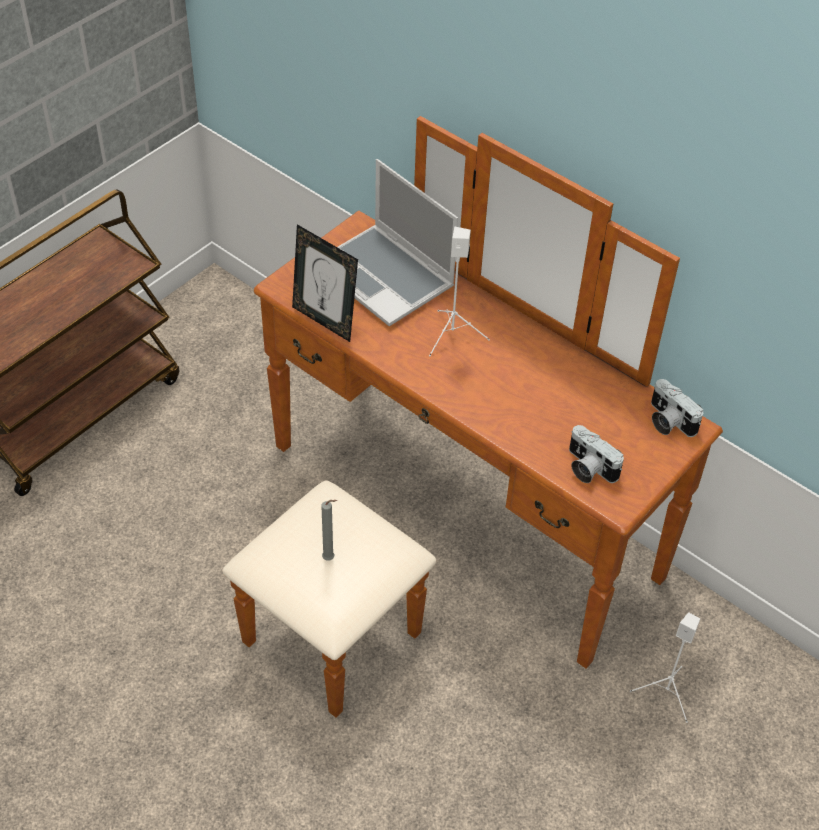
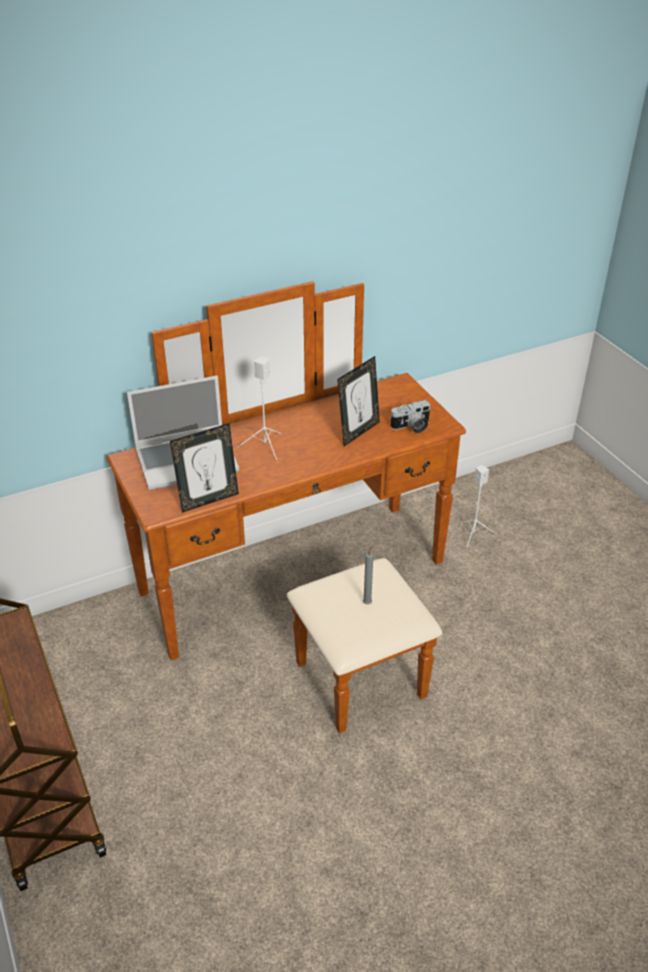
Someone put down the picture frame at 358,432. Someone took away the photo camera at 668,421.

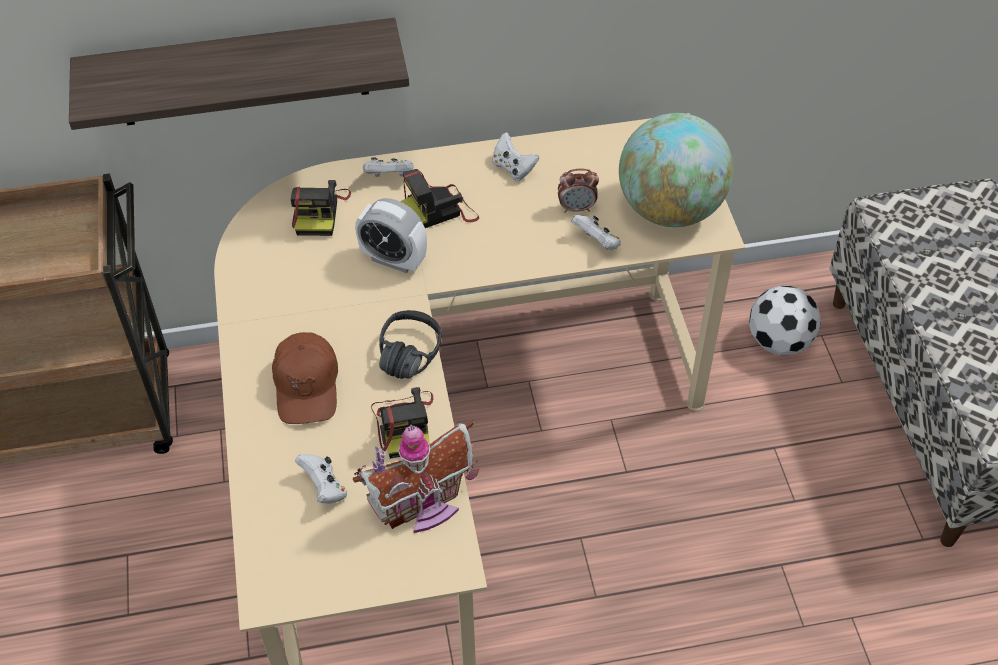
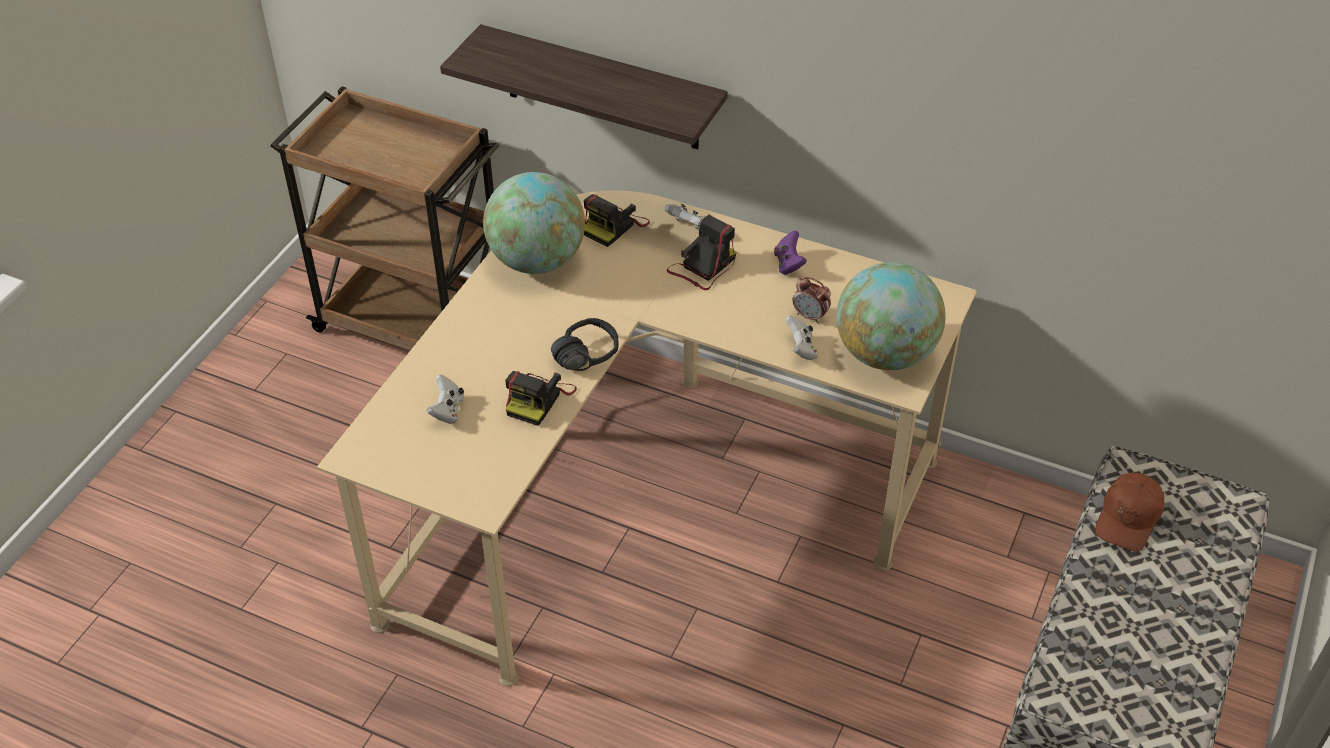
Someone put down the globe at 537,260. Someone rotated the photo camera at 440,210 by 120 degrees clockwise. Someone repainted the white game controller at 513,168, which became the purple game controller at 788,264. Someone carried the brown cap from 307,386 to 1128,518. Someone took away the toy house at 422,505. Someone took away the alarm clock at 393,260. Someone took away the football at 780,341.

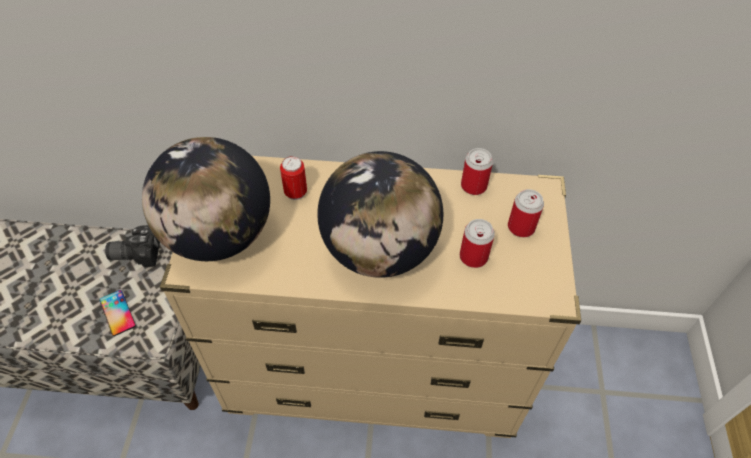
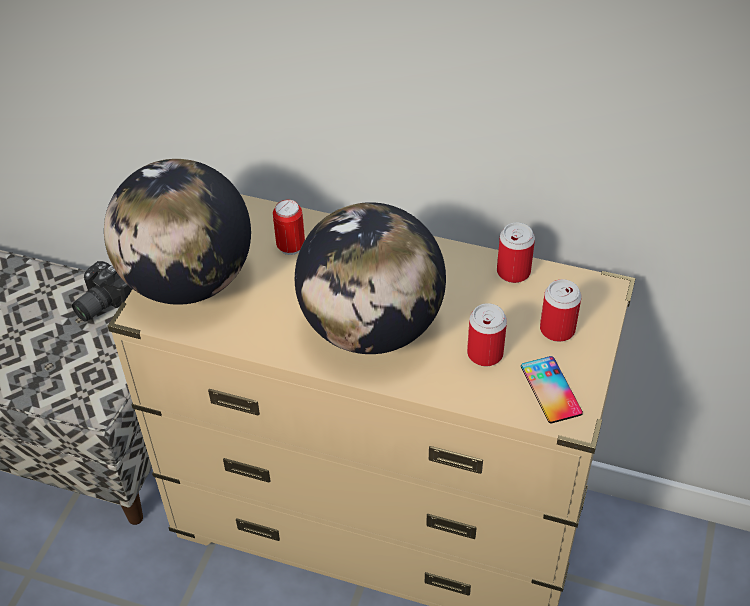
Someone rotated the photo camera at 136,252 by 60 degrees counterclockwise. Someone carried the phone from 117,313 to 551,389.

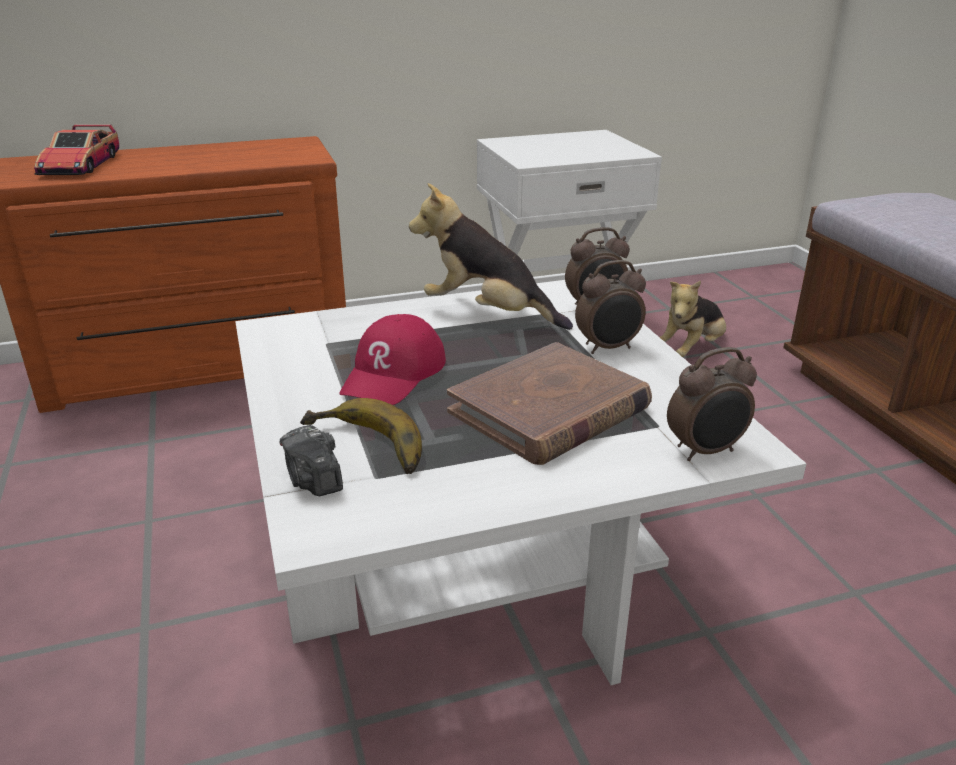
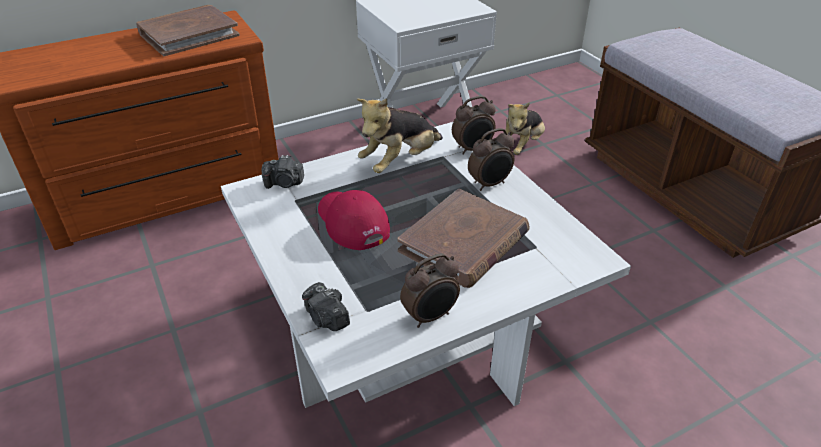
Someone put down the brown book at 189,34. Someone put down the photo camera at 284,183. Someone rotated the red cap at 394,374 by 135 degrees clockwise. Someone rotated the plush toy at 487,314 by 60 degrees counterclockwise. Someone carried the alarm clock from 706,451 to 430,316. Someone took away the toy car at 80,165. Someone took away the banana at 364,448.

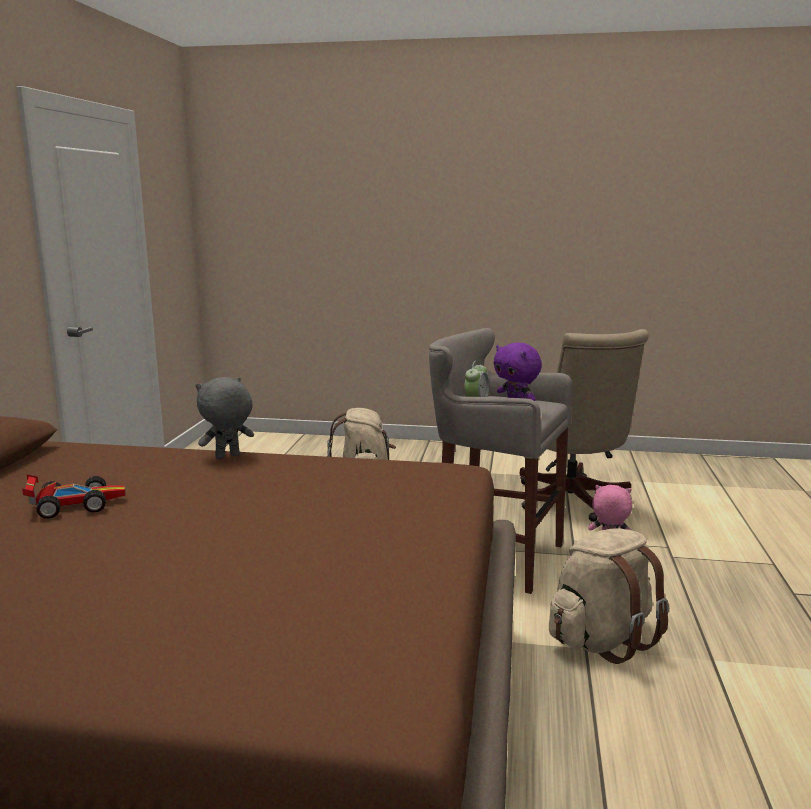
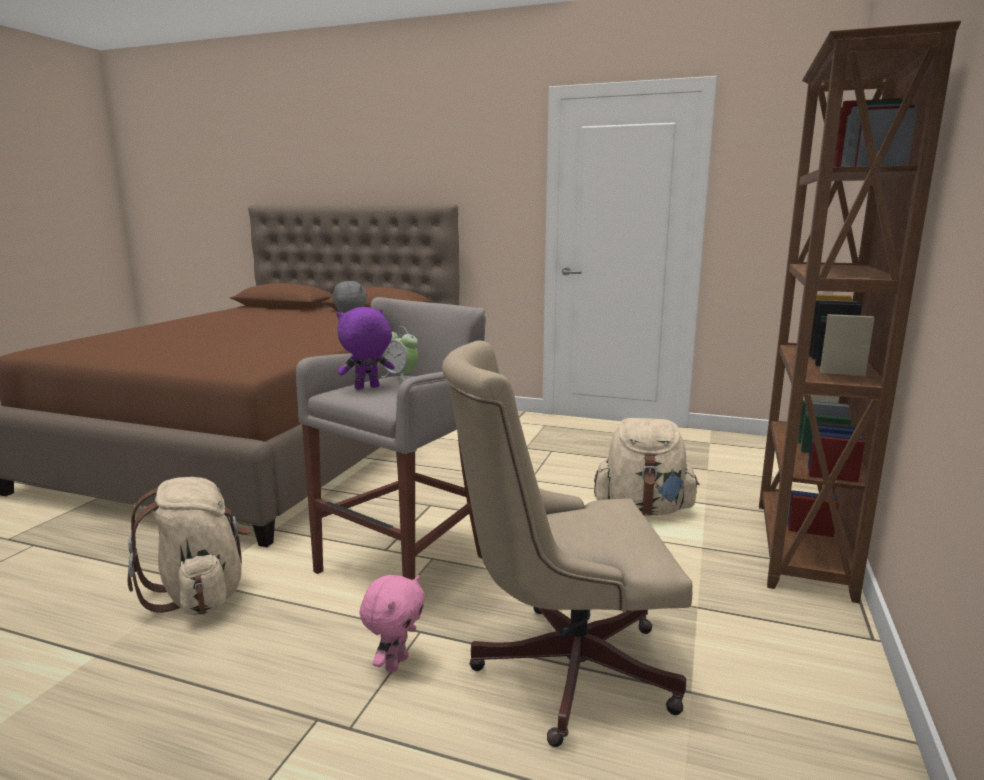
Someone put down the brown bookcase at 800,548. Someone took away the toy car at 75,505.

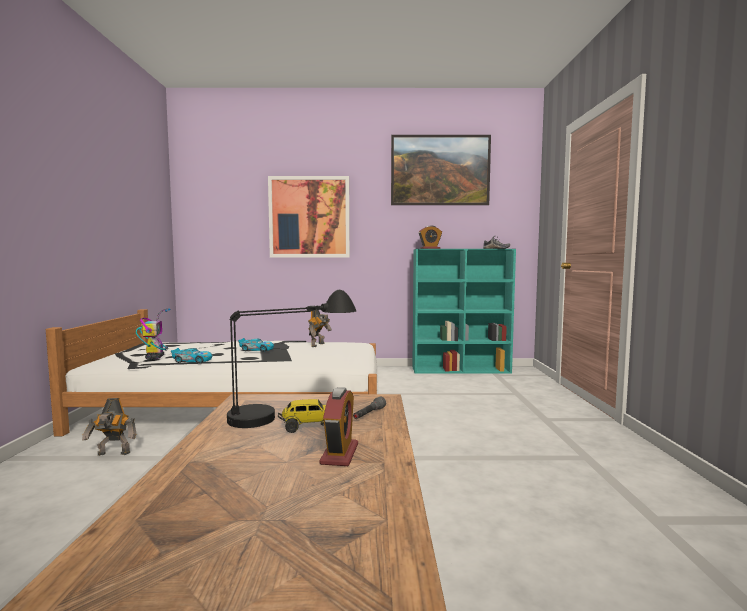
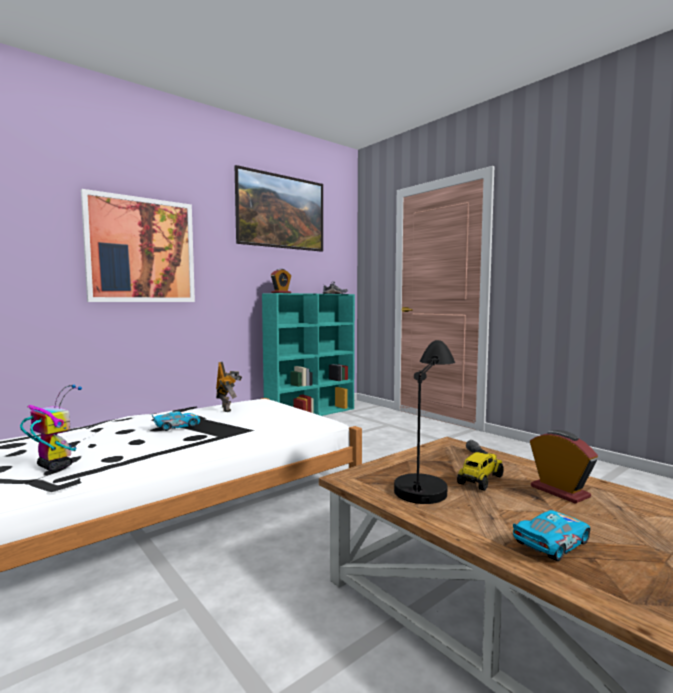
Someone carried the toy car from 192,361 to 551,543. Someone took away the toy robot at 113,454.

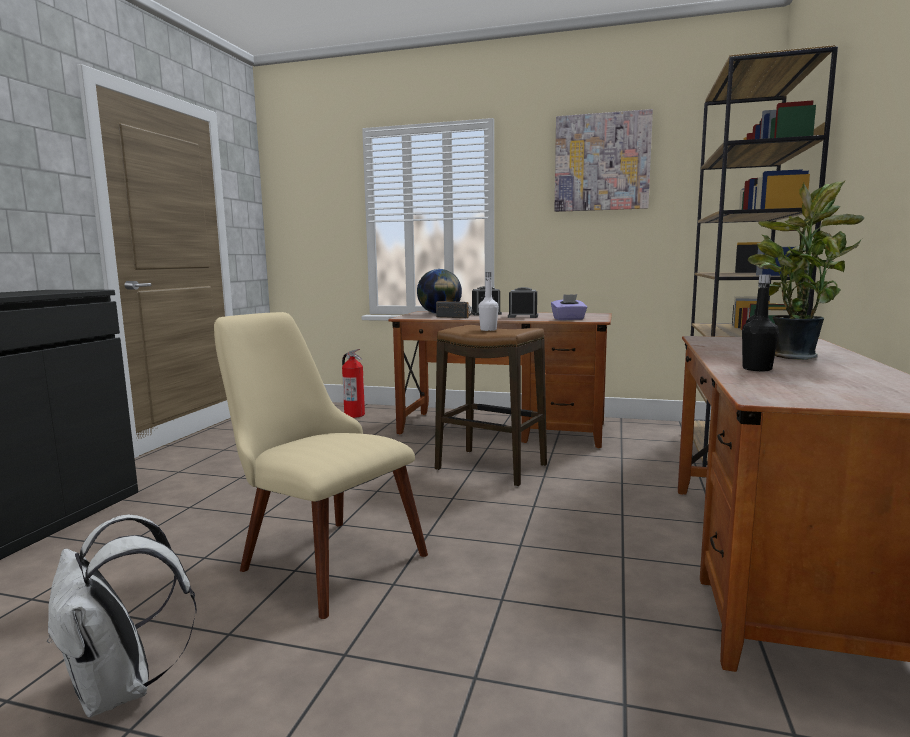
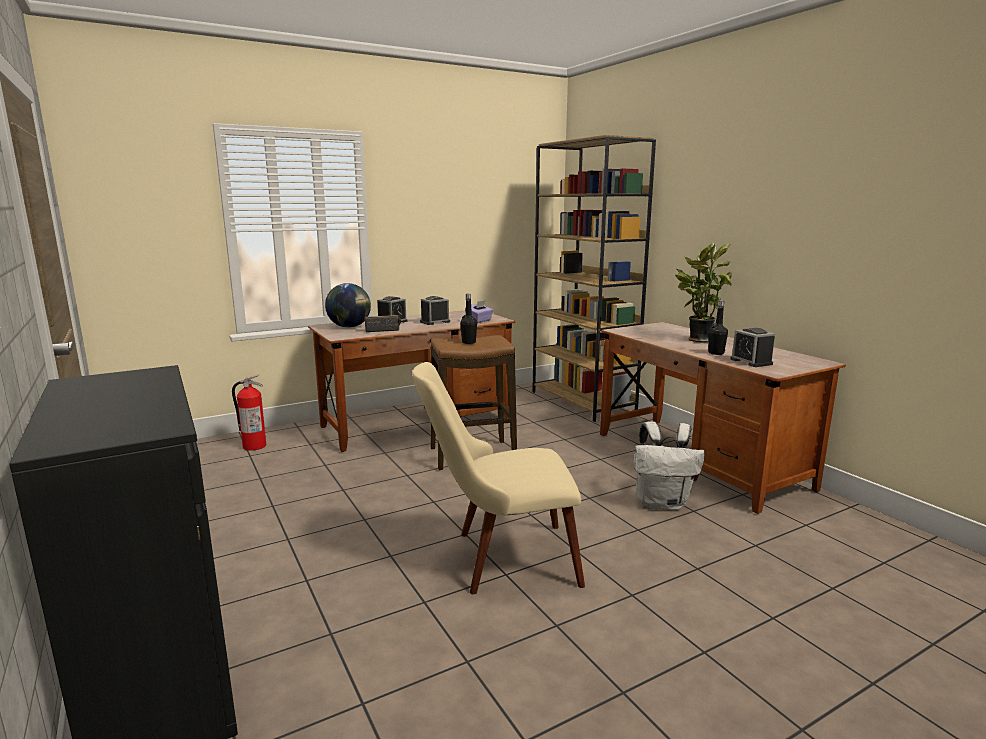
Someone repainted the white bottle at 488,330, which became the black bottle at 468,342. Someone carried the white backpack from 121,689 to 662,503. Someone put down the alarm clock at 751,362. Someone took away the picture at 602,162.

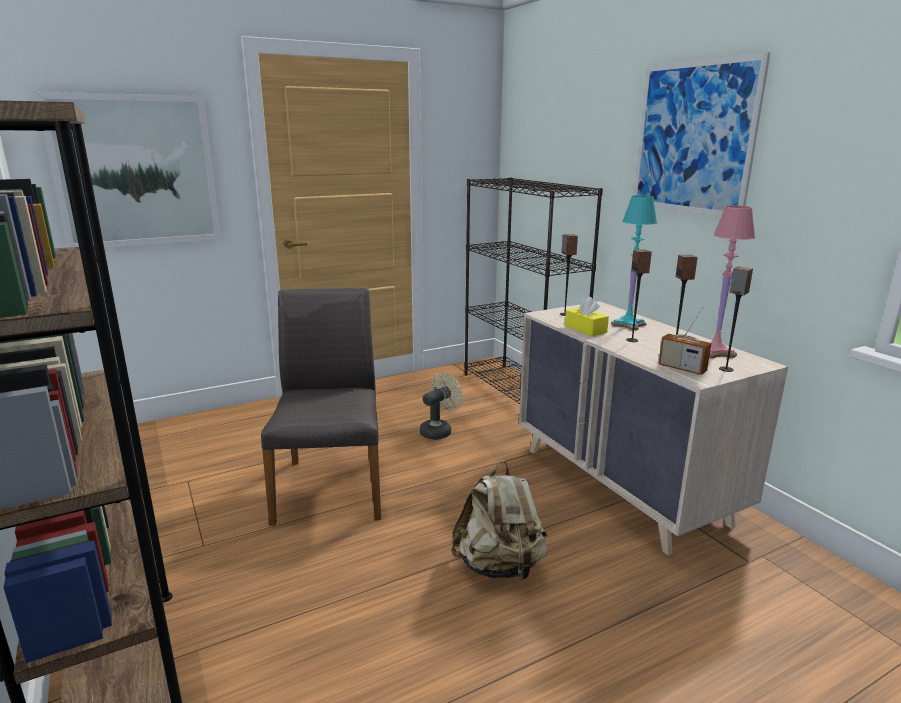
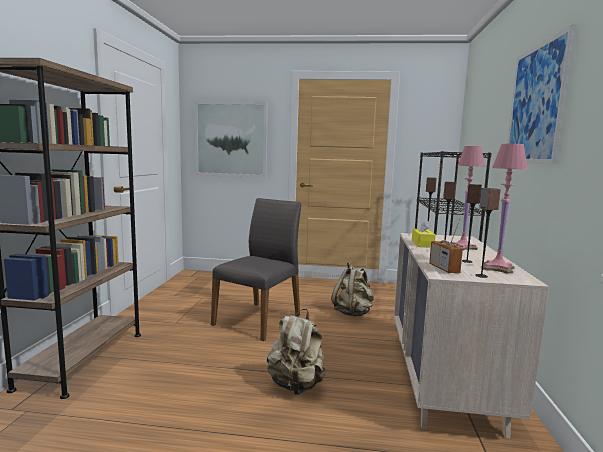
Someone swapped the beige fan at 439,431 for the beige backpack at 353,313. Someone repainted the turquoise table lamp at 628,324, which became the pink table lamp at 462,247.

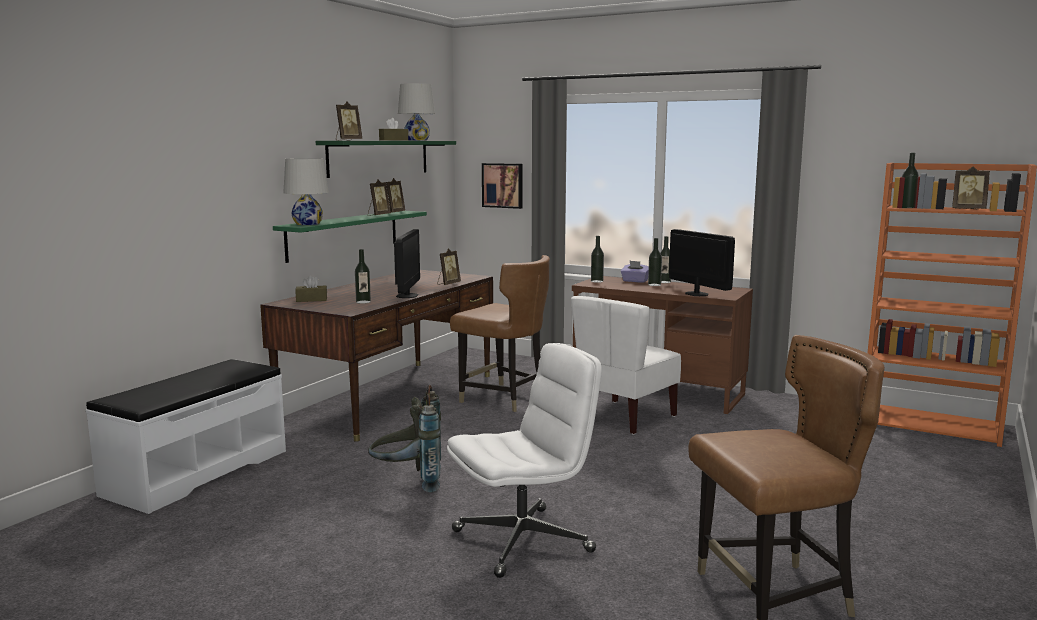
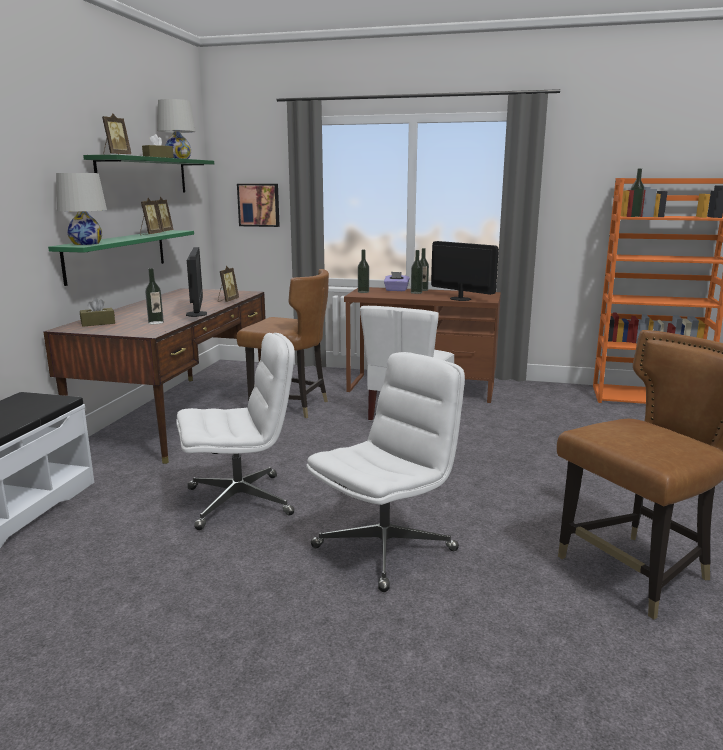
Someone swapped the grey backpack at 408,482 for the white office chair at 241,501. Someone took away the picture frame at 968,209.

